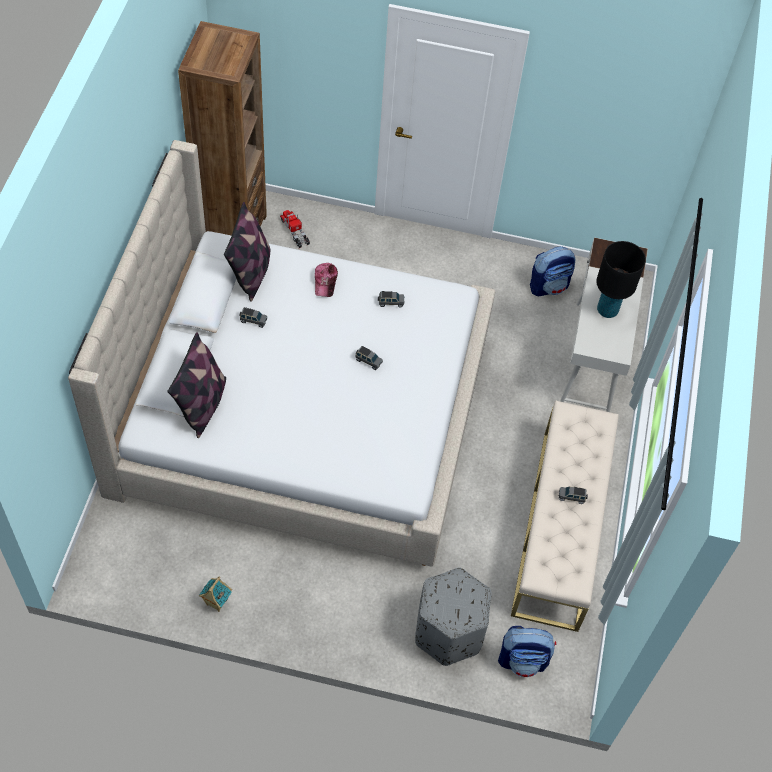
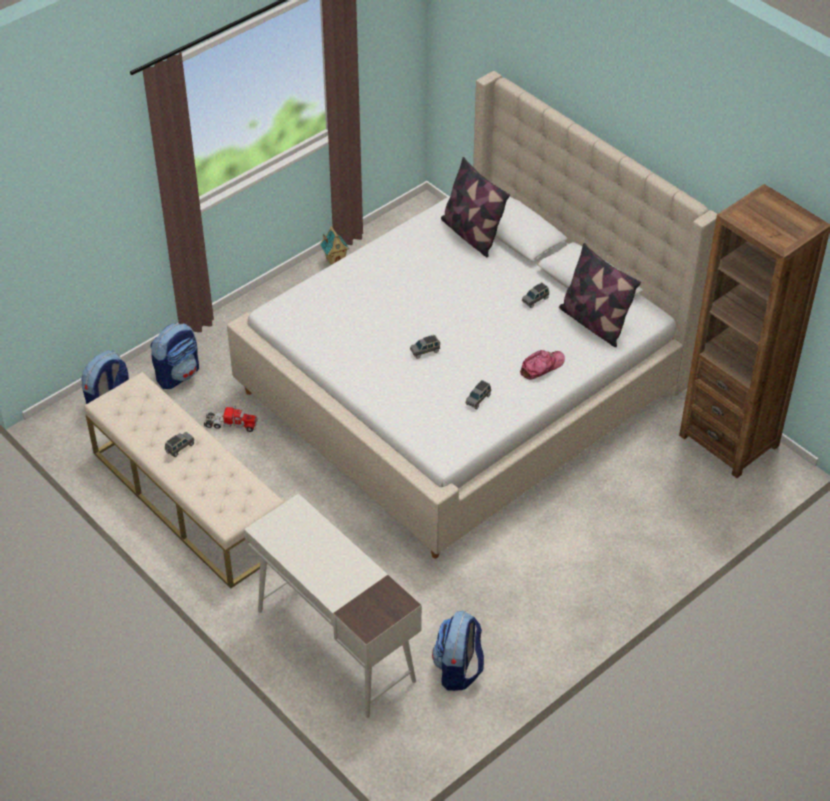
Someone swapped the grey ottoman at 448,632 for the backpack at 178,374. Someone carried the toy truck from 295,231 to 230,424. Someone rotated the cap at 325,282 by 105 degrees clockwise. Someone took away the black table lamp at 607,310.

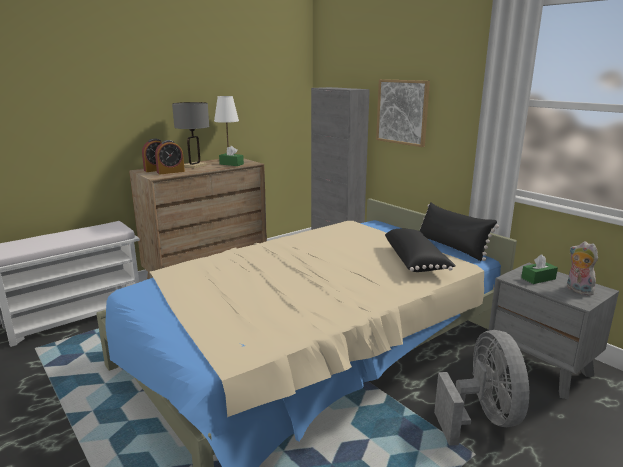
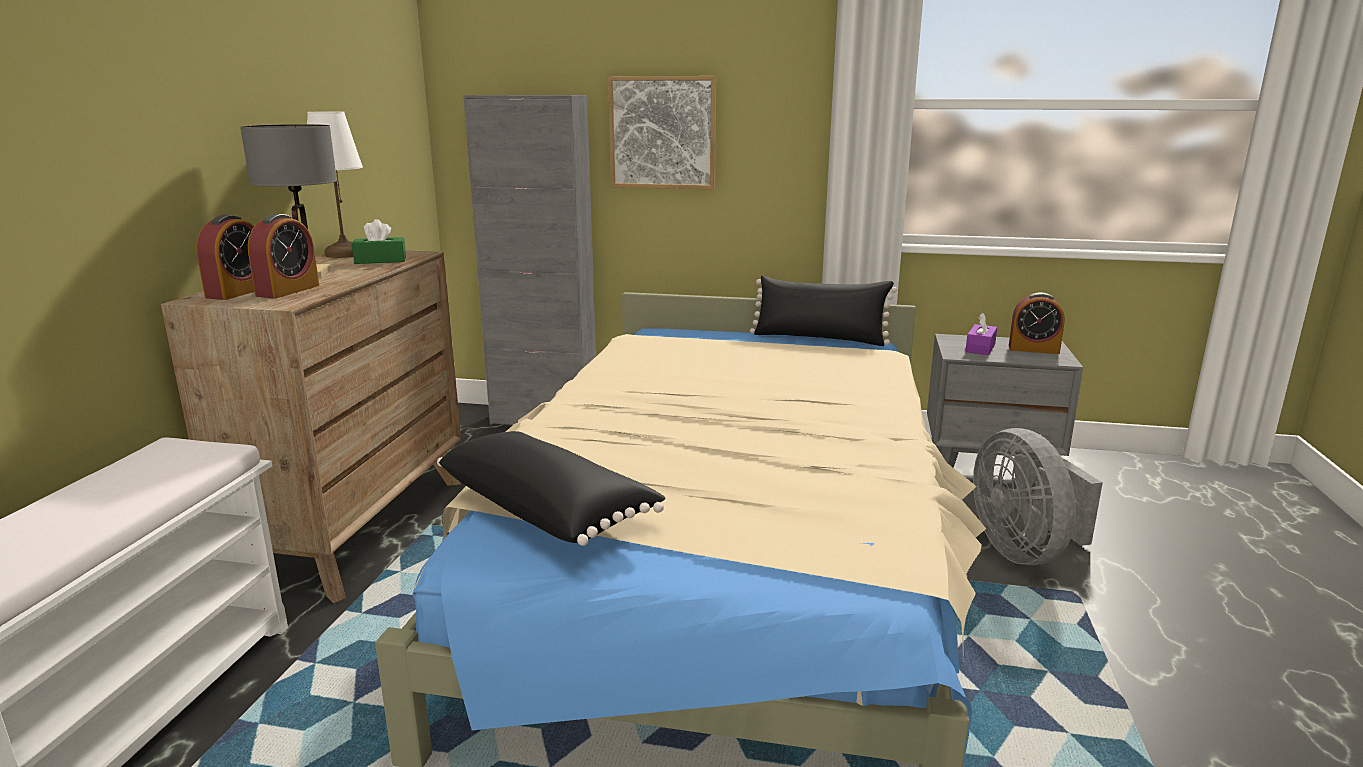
Someone carried the black pillow from 416,261 to 548,509. Someone repainted the green tissue box at 538,278, which became the purple tissue box at 980,348. Someone rotated the grey fan at 482,418 by 150 degrees counterclockwise. Someone swapped the plush toy at 577,290 for the alarm clock at 1033,349.

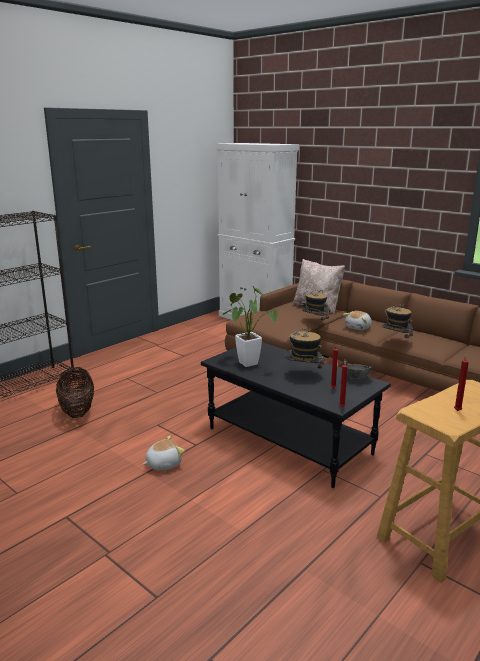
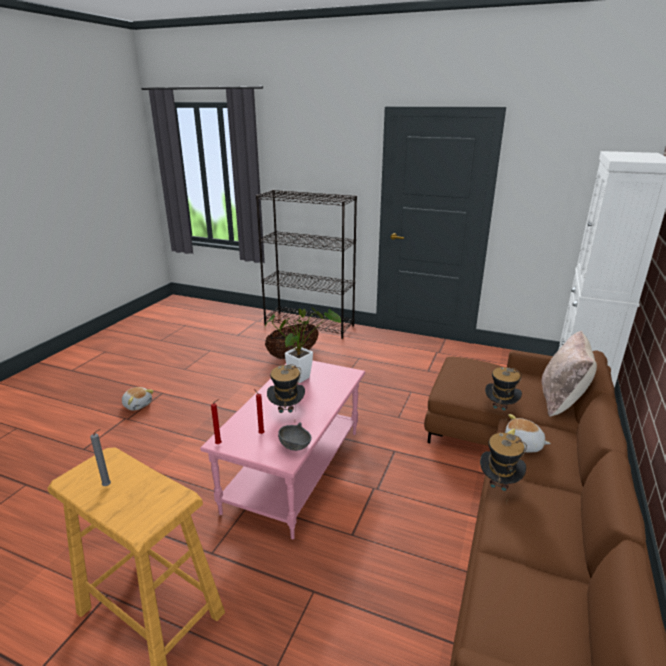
Someone repainted the red candle at 457,410, which became the grey candle at 108,485. Someone carried the plush toy from 163,464 to 137,404. Someone repainted the black coffee table at 290,440, which became the pink coffee table at 295,471.

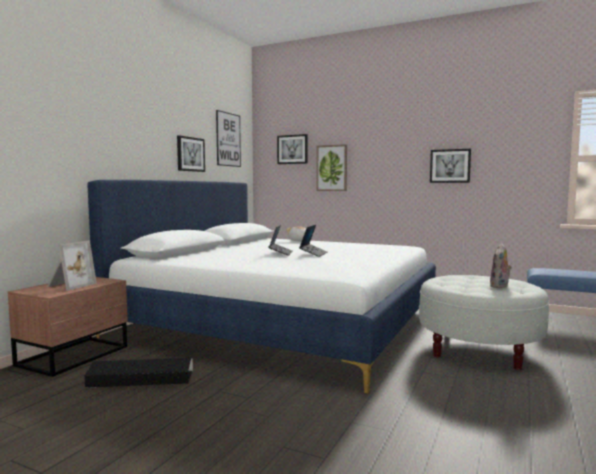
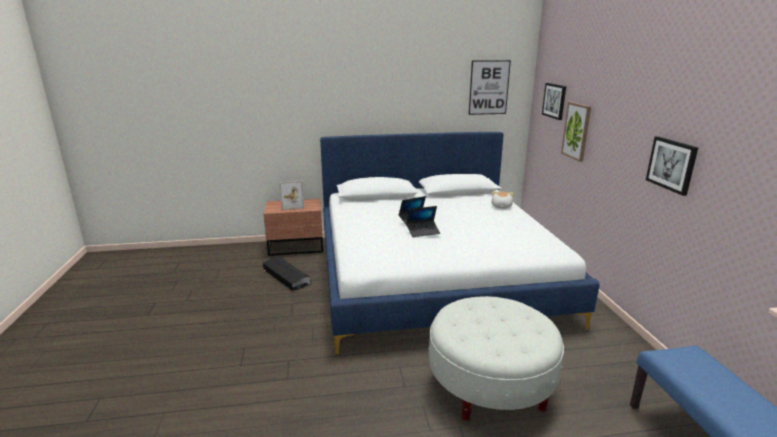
Someone took away the picture at 190,154. Someone took away the plush toy at 500,286.

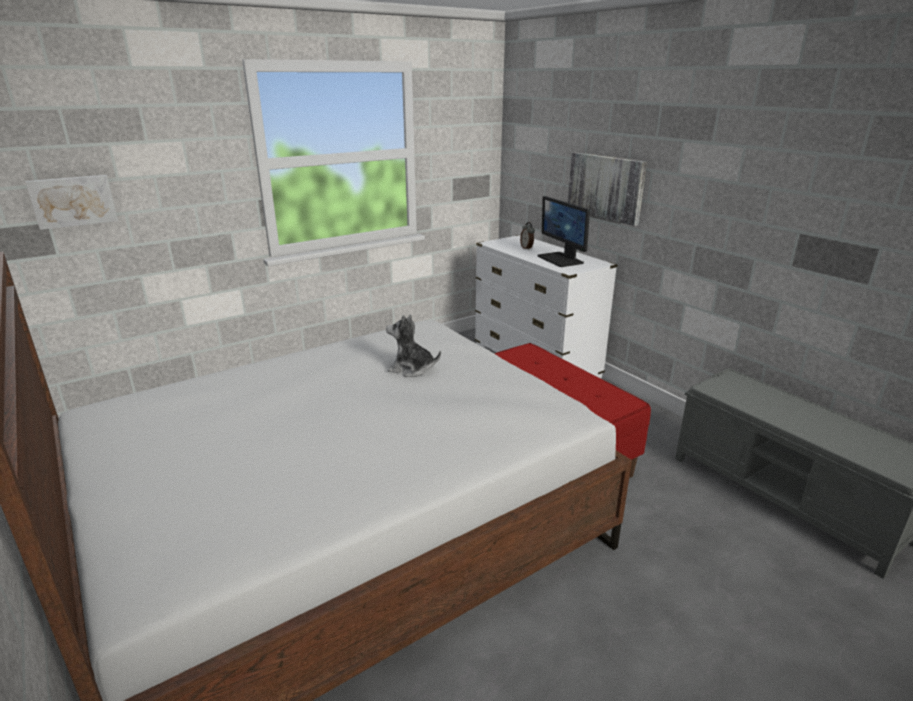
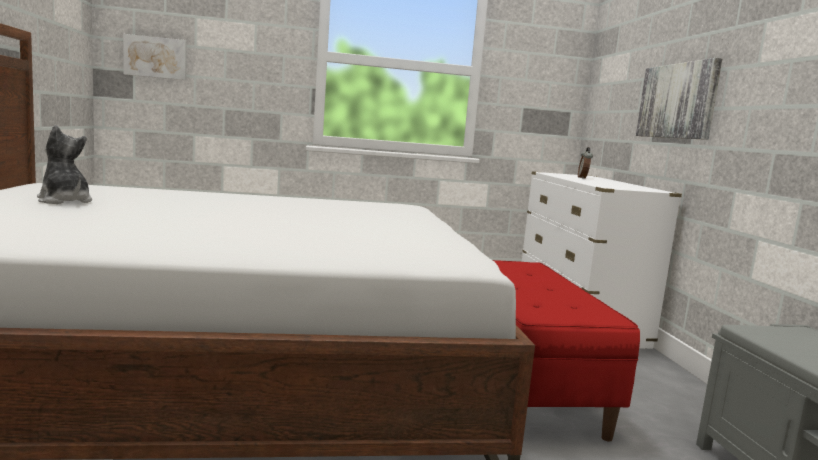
Someone carried the plush toy from 411,369 to 64,201. Someone took away the monitor at 561,259.

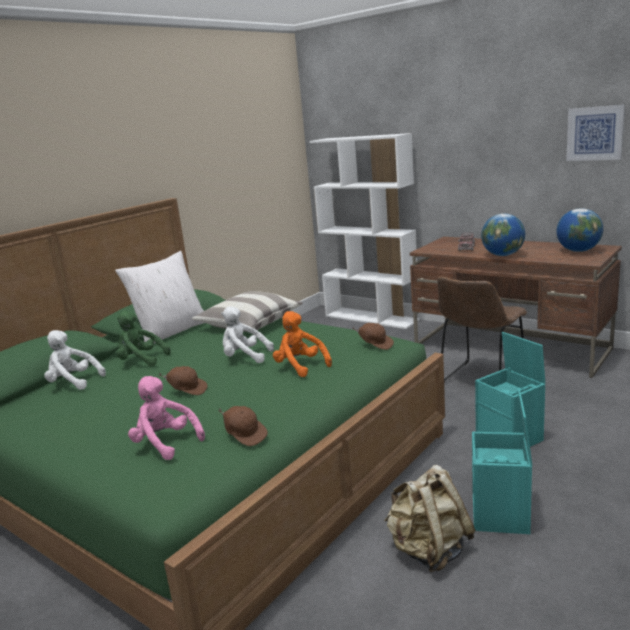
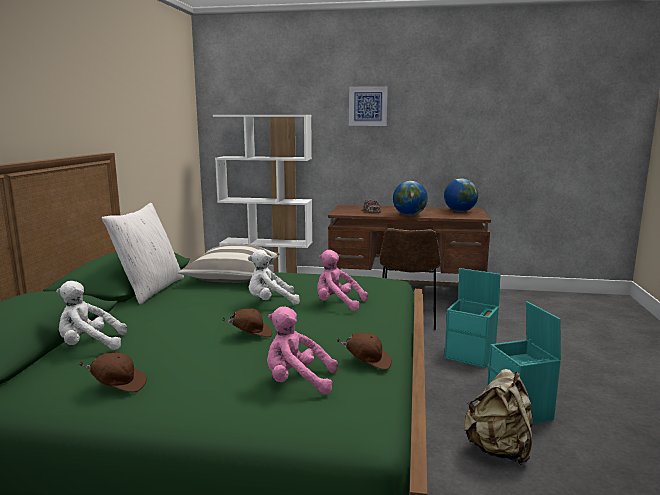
Someone carried the brown cap from 375,345 to 118,385. Someone repainted the orange plush toy at 300,367, which became the pink plush toy at 337,304. Someone carried the picture from 595,133 to 368,106. Someone took away the green plush toy at 141,361.

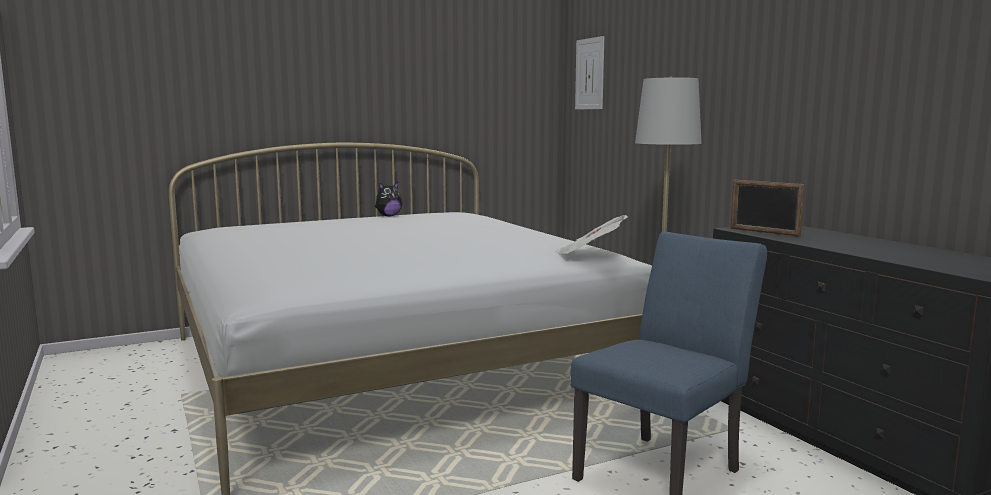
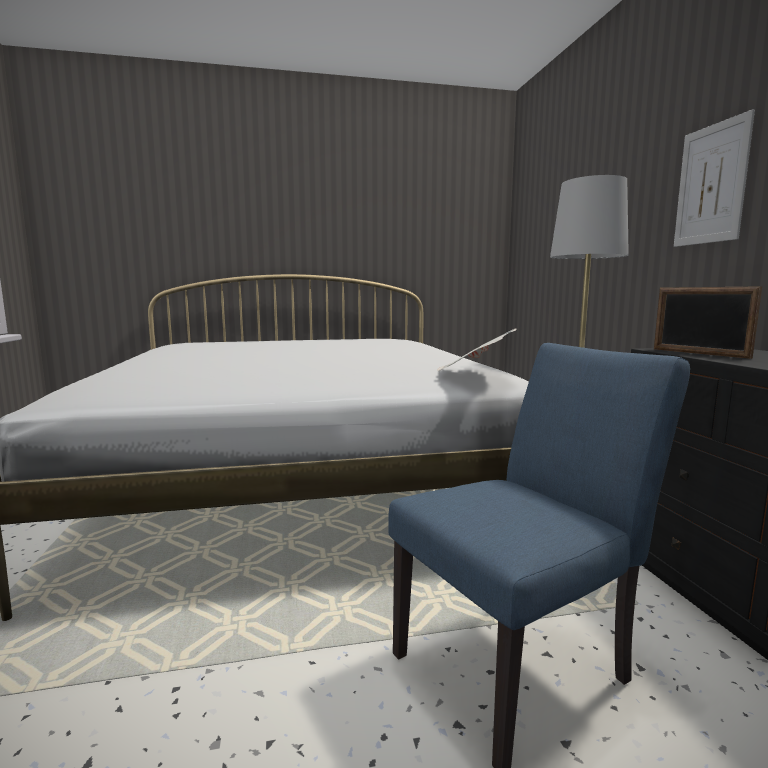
Someone carried the picture from 589,74 to 711,184. Someone took away the plush toy at 388,216.

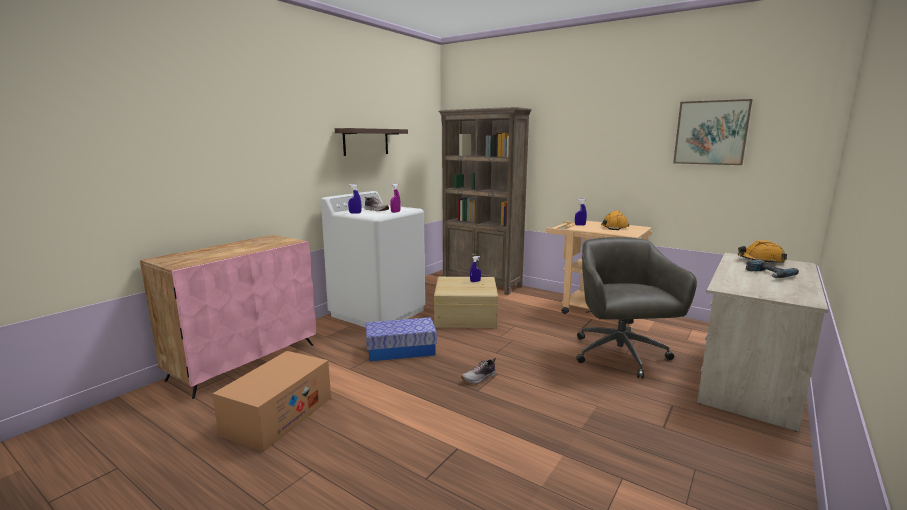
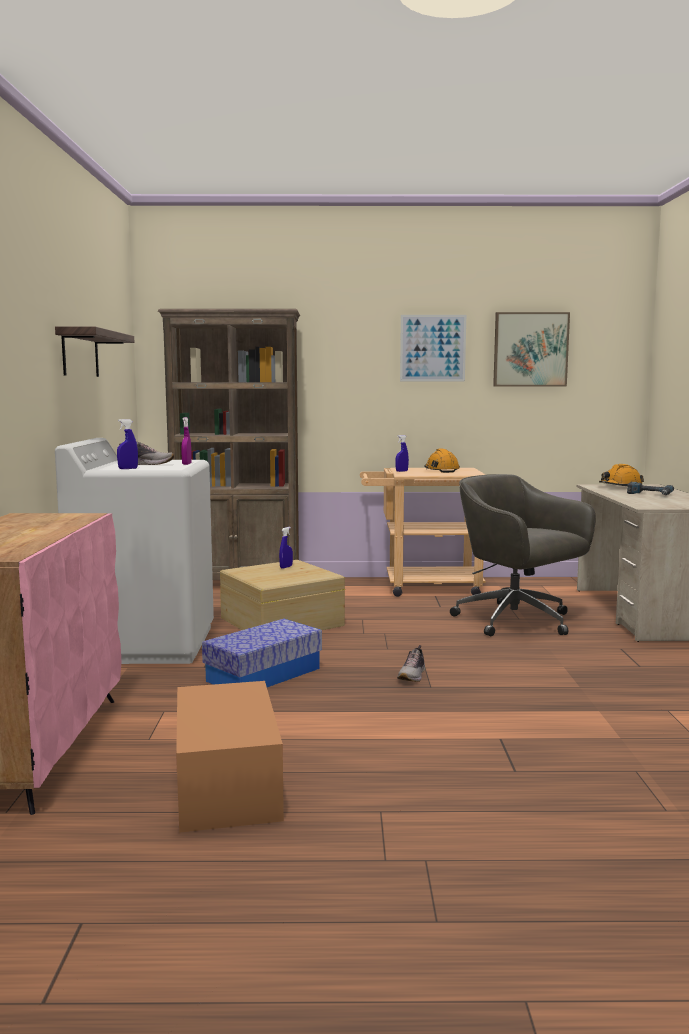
Someone put up the picture at 432,348.

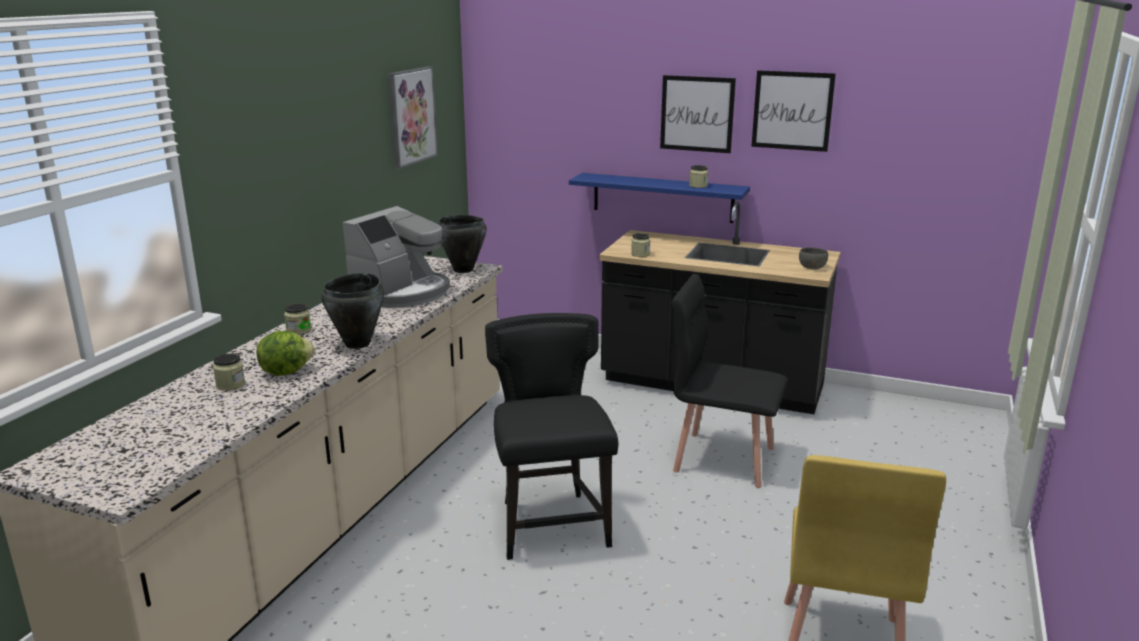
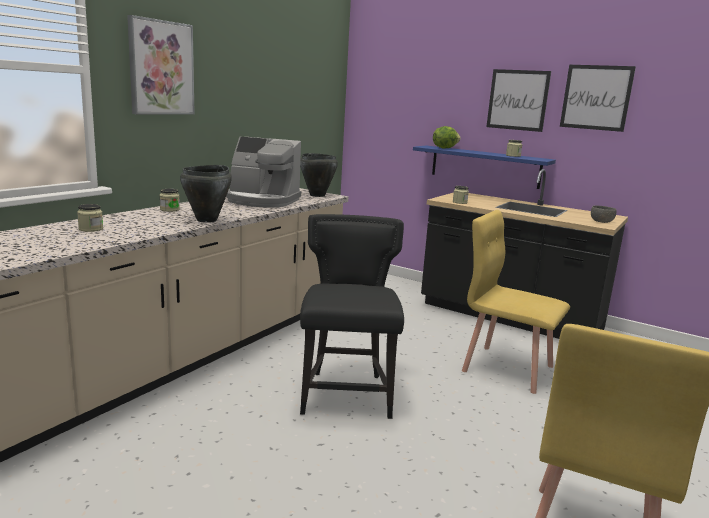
Someone carried the picture from 411,116 to 161,68. Someone rotated the coffee machine at 401,293 by 60 degrees clockwise. Someone carried the lettuce from 286,371 to 444,148. Someone repainted the black chair at 723,458, which became the yellow chair at 507,368.

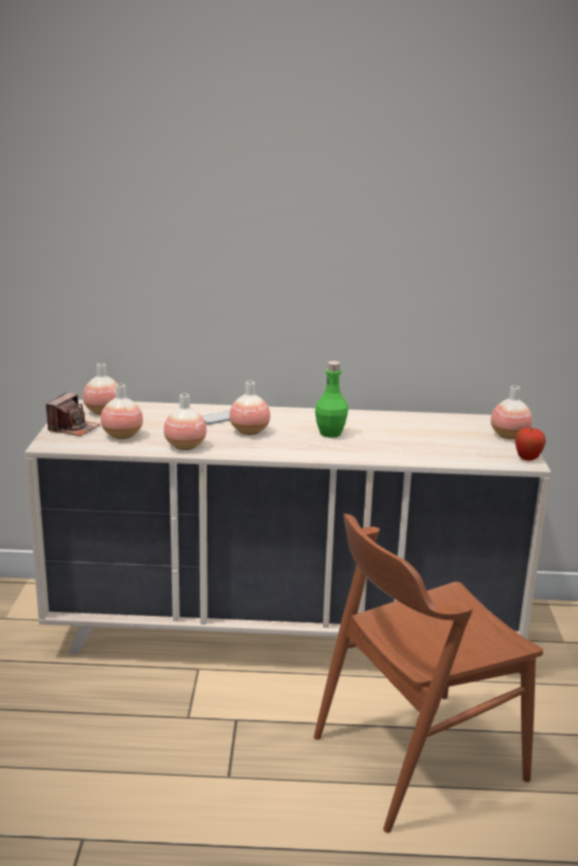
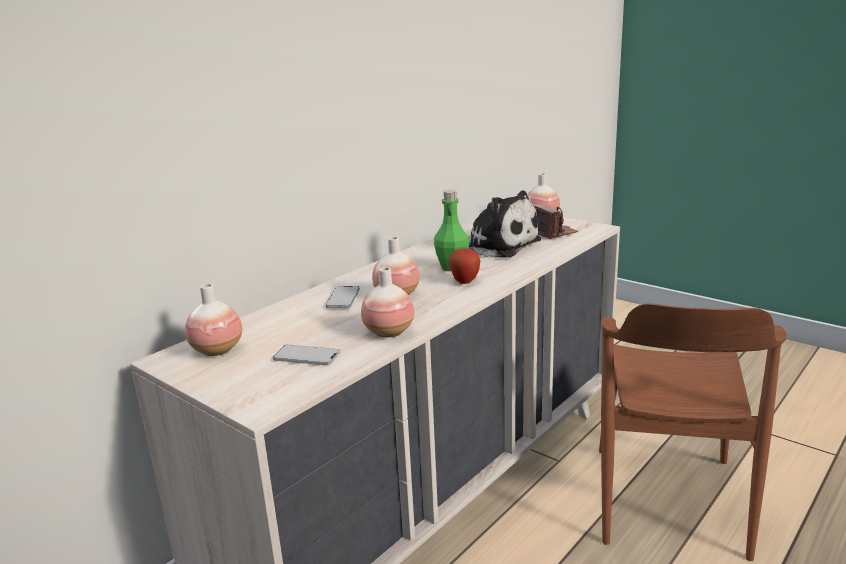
Someone swapped the vase at 122,435 for the phone at 306,356. Someone carried the apple from 527,459 to 465,282. Someone put down the plush toy at 497,245. Someone carried the photo camera from 74,428 to 552,233.

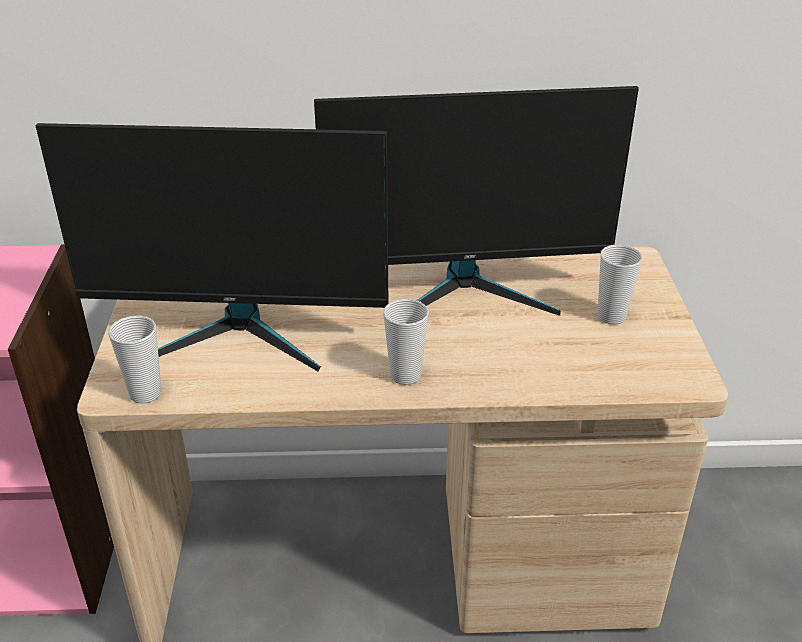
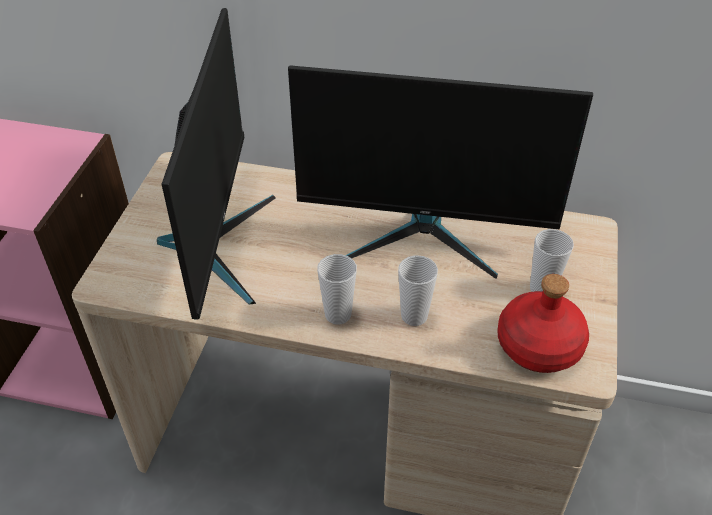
Someone rotated the monitor at 239,333 by 105 degrees counterclockwise. Someone carried the cup from 145,394 to 414,316. Someone put down the red bottle at 539,347.

